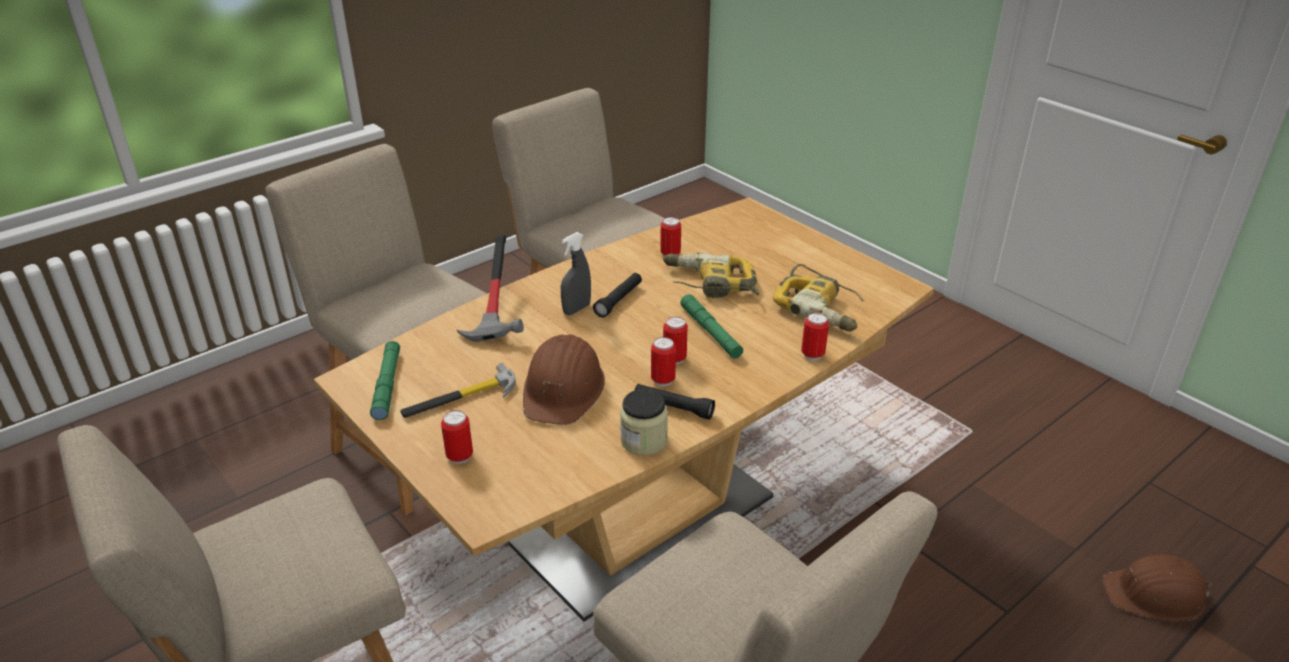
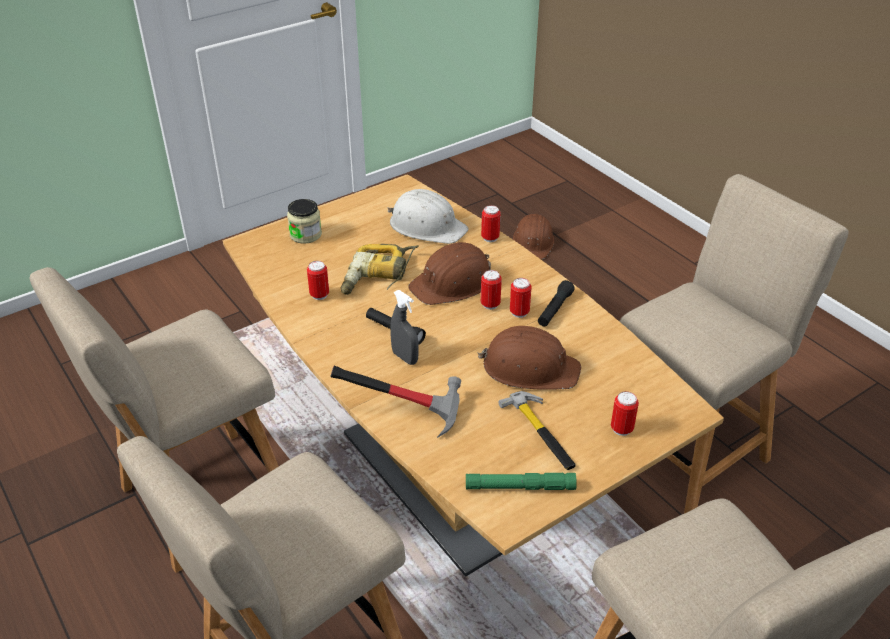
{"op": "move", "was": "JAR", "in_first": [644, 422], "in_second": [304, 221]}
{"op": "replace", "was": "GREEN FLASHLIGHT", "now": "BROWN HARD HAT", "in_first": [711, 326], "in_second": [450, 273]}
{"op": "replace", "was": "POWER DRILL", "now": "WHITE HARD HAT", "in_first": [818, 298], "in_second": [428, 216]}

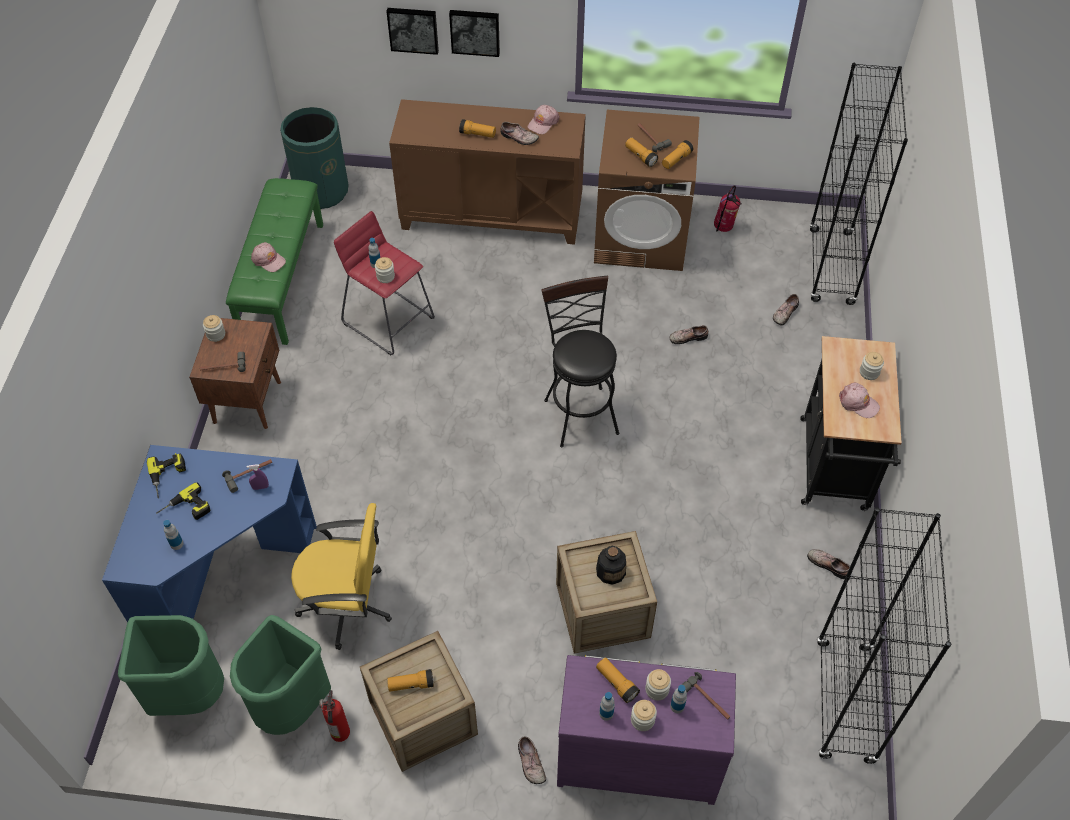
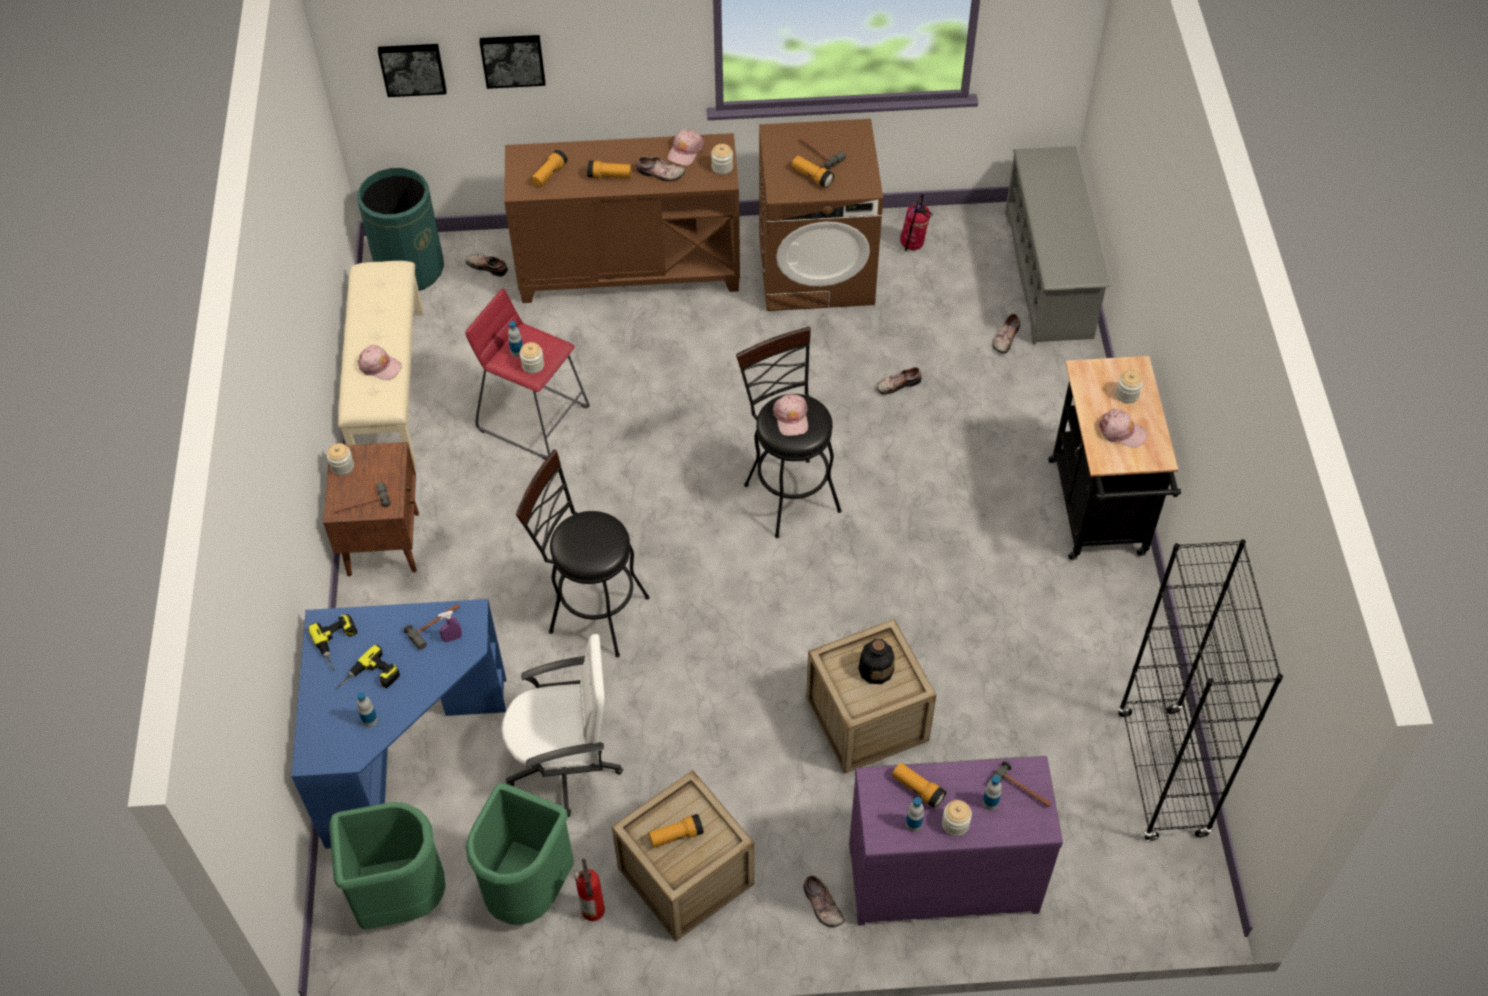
{"op": "insert", "now": "BLACK STOOL", "in_second": [583, 553]}
{"op": "insert", "now": "PINK CAP", "in_second": [790, 415]}
{"op": "move", "was": "PICTURE", "in_first": [474, 33], "in_second": [412, 70]}
{"op": "move", "was": "JAR", "in_first": [658, 685], "in_second": [722, 159]}
{"op": "move", "was": "FLASHLIGHT", "in_first": [678, 154], "in_second": [549, 168]}
{"op": "move", "was": "SHOE", "in_first": [828, 564], "in_second": [486, 265]}
{"op": "replace", "was": "BLACK BOOKCASE", "now": "GREY SHOE RACK", "in_first": [858, 184], "in_second": [1057, 245]}
{"op": "recolor", "was": "GREEN BENCH", "now": "BEIGE BENCH", "in_first": [274, 261], "in_second": [380, 364]}
{"op": "recolor", "was": "YELLOW OFFICE CHAIR", "now": "WHITE OFFICE CHAIR", "in_first": [341, 576], "in_second": [562, 725]}

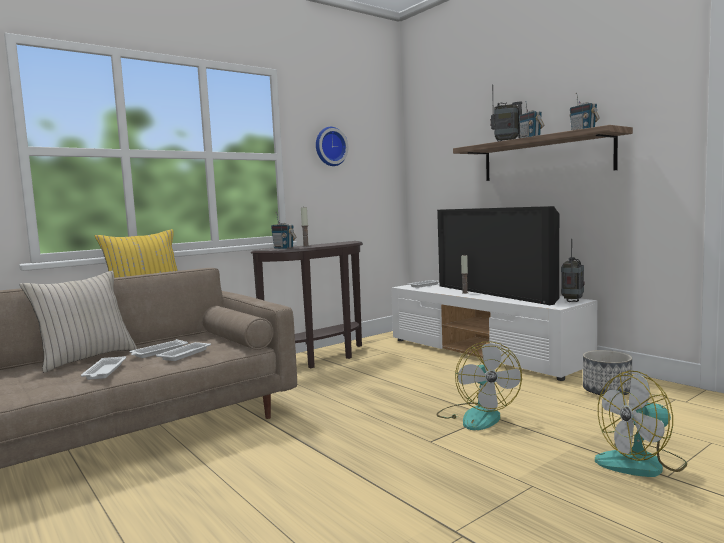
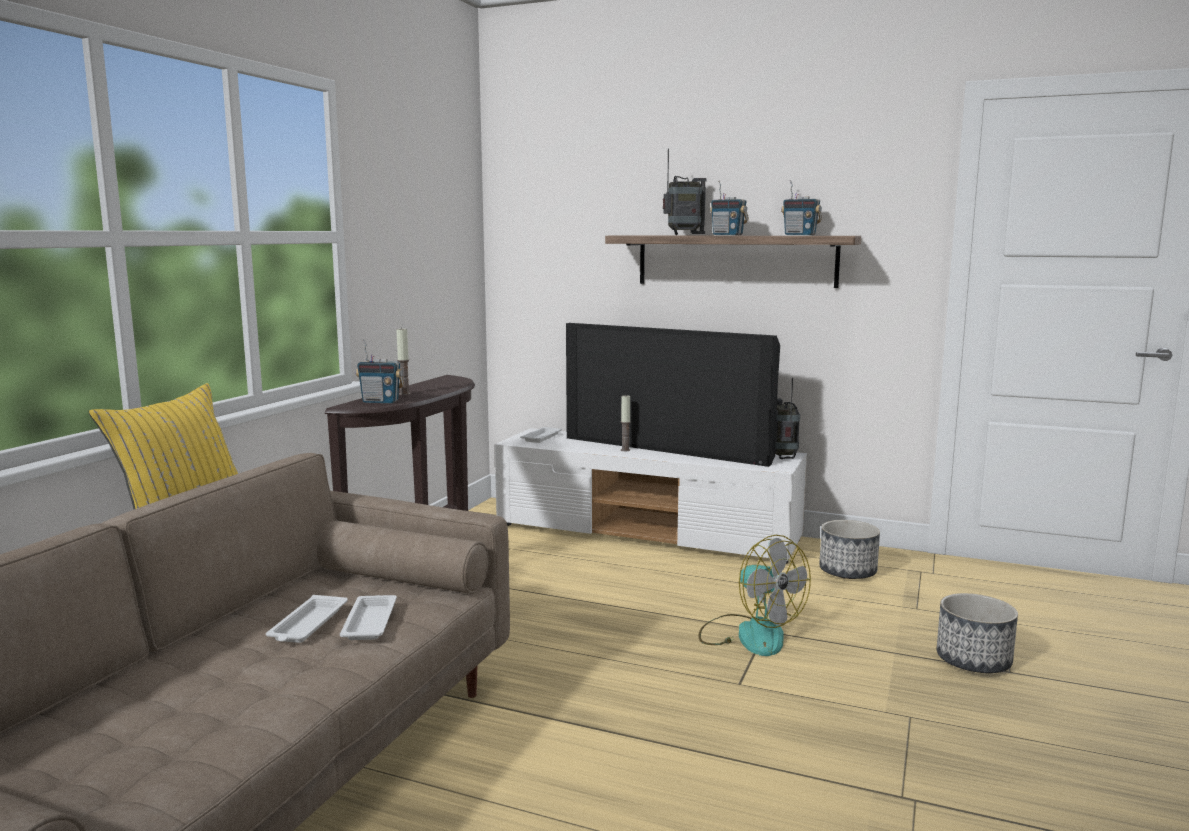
{"op": "delete", "was": "BEIGE PILLOW", "in_first": [78, 322]}
{"op": "delete", "was": "WHITE TRAY", "in_first": [103, 368]}
{"op": "delete", "was": "WALL CLOCK", "in_first": [332, 146]}
{"op": "replace", "was": "FAN", "now": "PLANTER", "in_first": [641, 424], "in_second": [977, 633]}

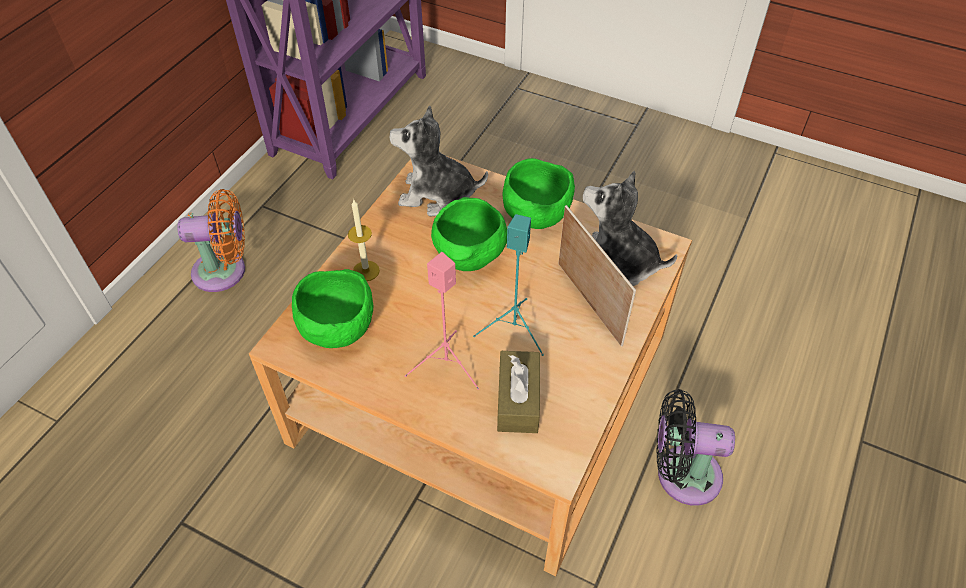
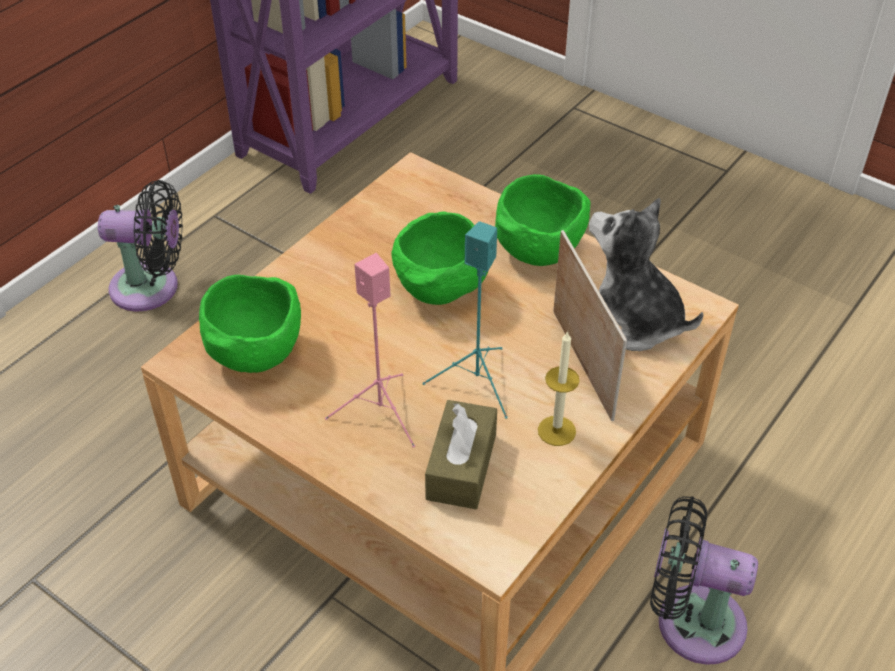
{"op": "delete", "was": "PLUSH TOY", "in_first": [439, 161]}
{"op": "move", "was": "CANDLE", "in_first": [364, 240], "in_second": [559, 388]}
{"op": "recolor", "was": "ORANGE FAN", "now": "BLACK FAN", "in_first": [211, 240], "in_second": [140, 246]}

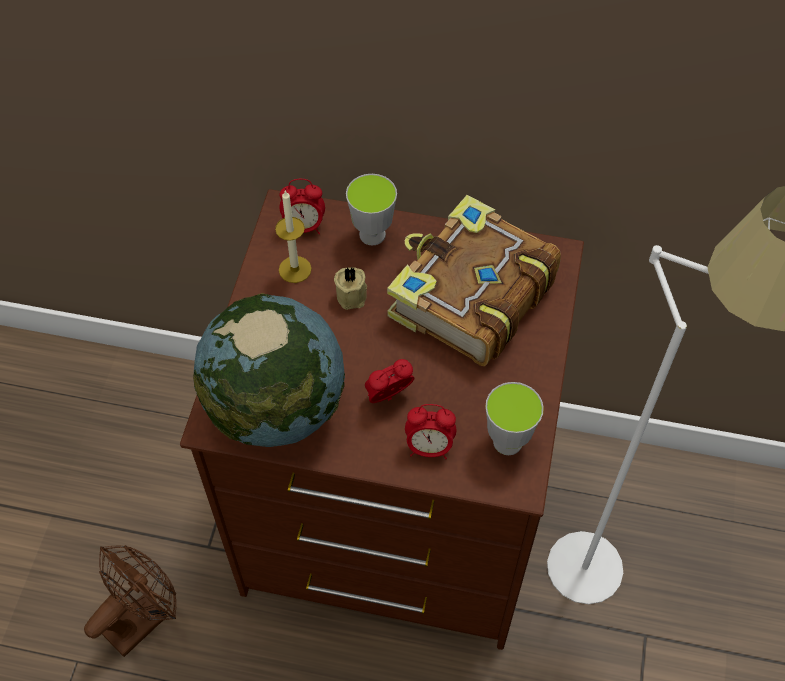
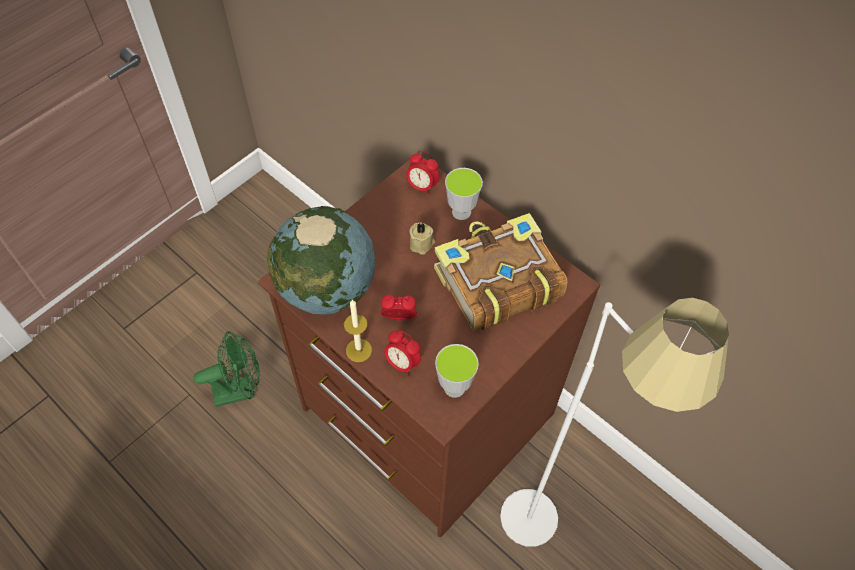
{"op": "move", "was": "CANDLE", "in_first": [293, 237], "in_second": [358, 330]}
{"op": "recolor", "was": "BROWN FAN", "now": "GREEN FAN", "in_first": [130, 601], "in_second": [226, 369]}

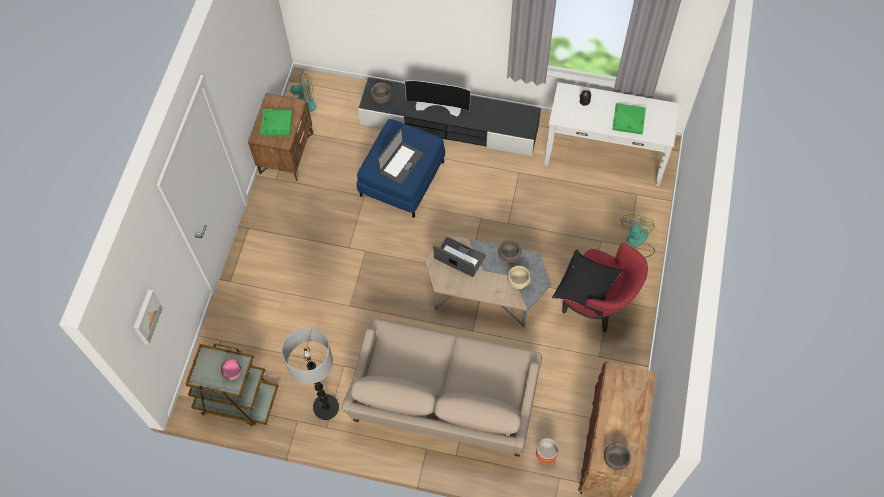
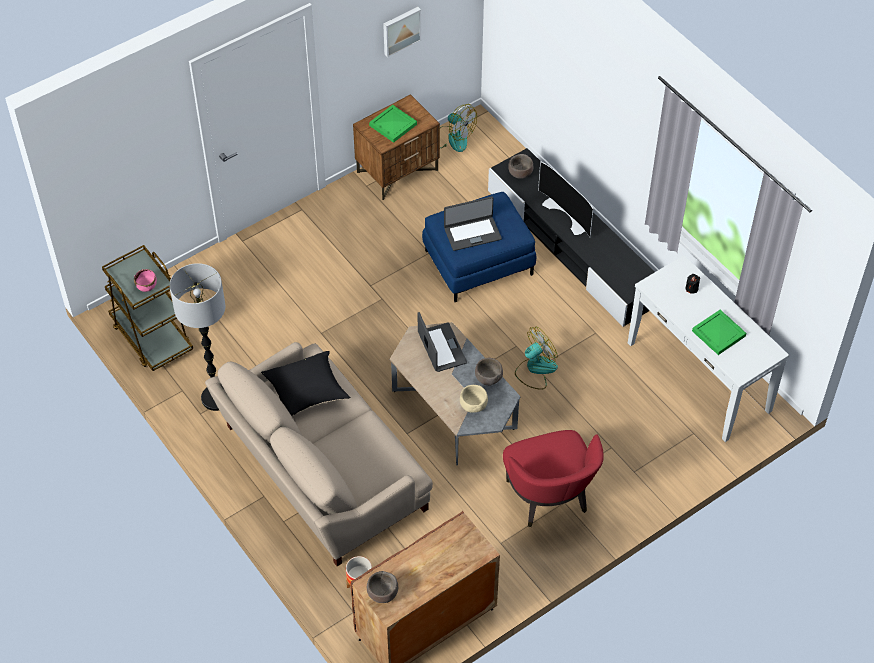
{"op": "move", "was": "PICTURE", "in_first": [148, 317], "in_second": [402, 32]}
{"op": "move", "was": "BLACK PILLOW", "in_first": [587, 283], "in_second": [305, 383]}
{"op": "move", "was": "FAN", "in_first": [637, 236], "in_second": [536, 358]}

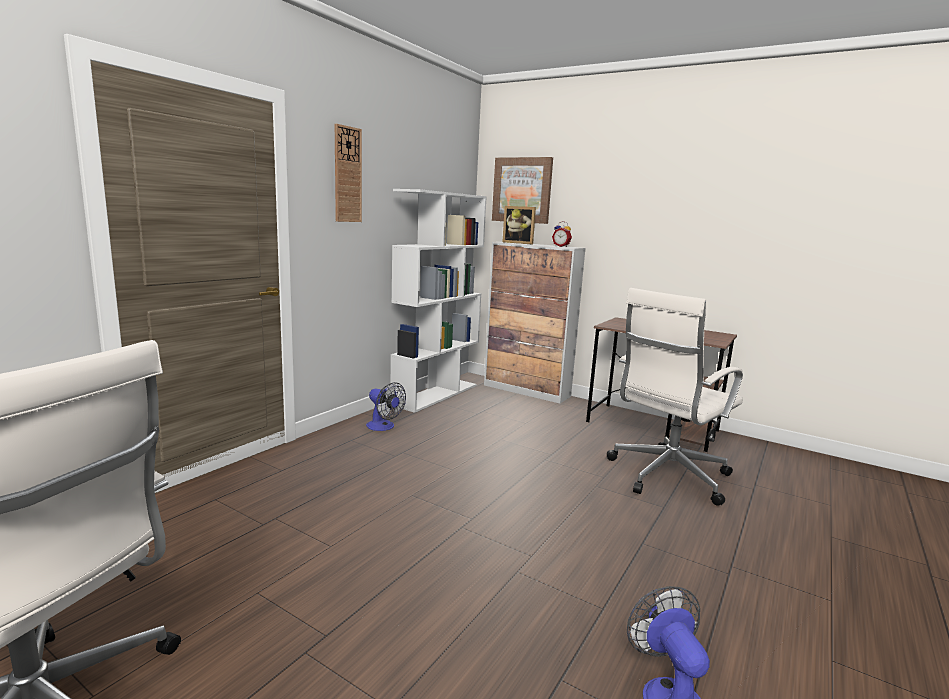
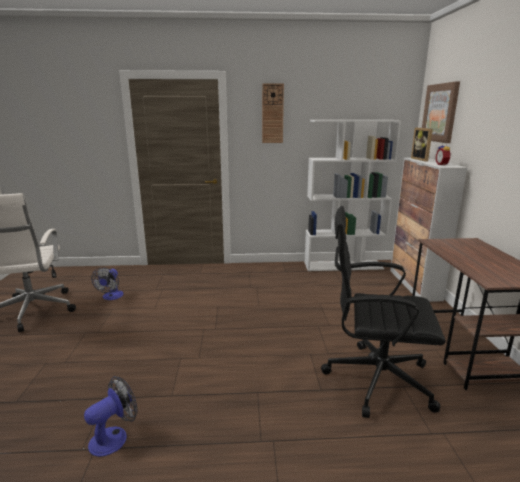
{"op": "move", "was": "FAN", "in_first": [386, 406], "in_second": [107, 284]}
{"op": "recolor", "was": "WHITE OFFICE CHAIR", "now": "BLACK OFFICE CHAIR", "in_first": [675, 397], "in_second": [383, 312]}

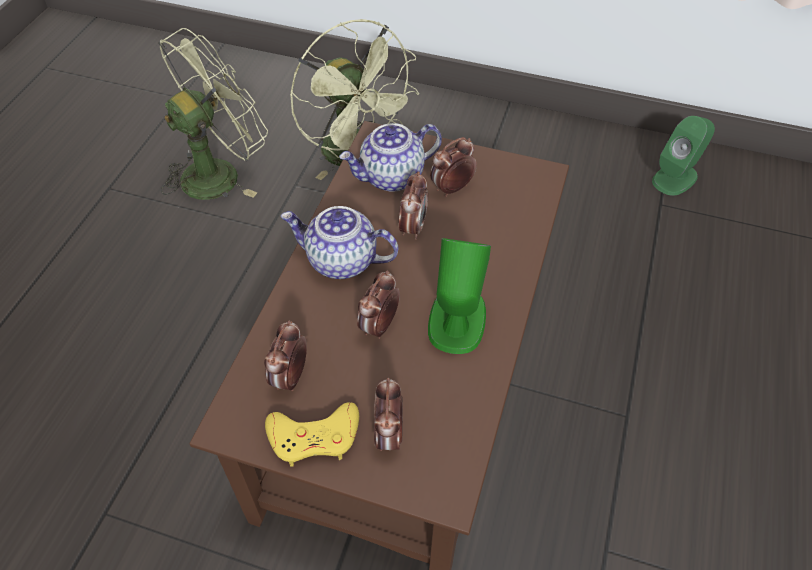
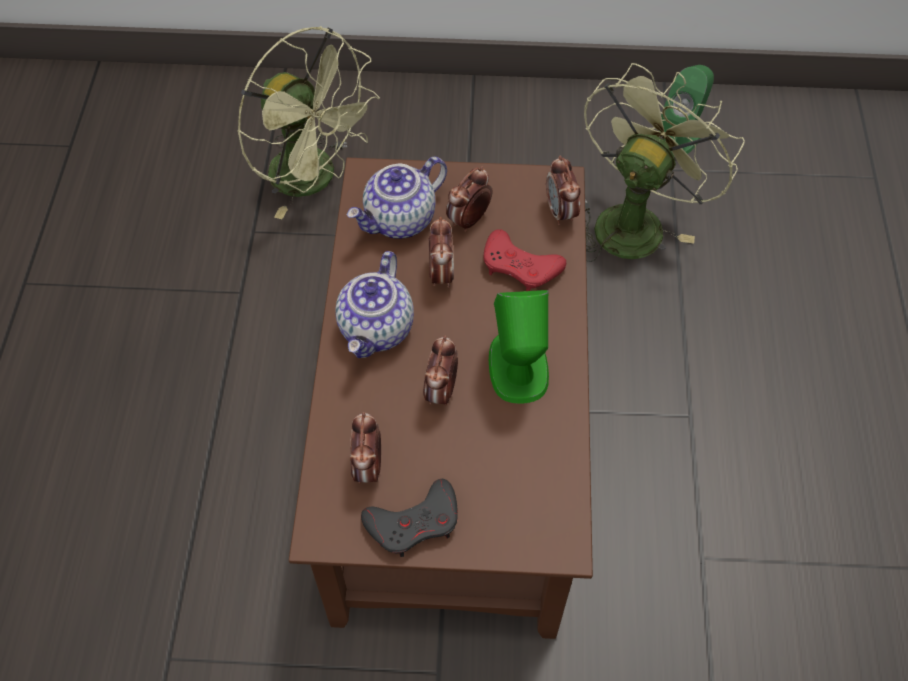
{"op": "insert", "now": "RED GAME CONTROLLER", "in_second": [525, 260]}
{"op": "move", "was": "GREEN FAN", "in_first": [213, 114], "in_second": [664, 162]}
{"op": "move", "was": "ALARM CLOCK", "in_first": [388, 414], "in_second": [563, 190]}
{"op": "recolor", "was": "YELLOW GAME CONTROLLER", "now": "GREY GAME CONTROLLER", "in_first": [312, 434], "in_second": [409, 518]}
{"op": "rotate", "was": "TEAPOT", "in_first": [339, 242], "in_second": [374, 304], "clockwise": -75}

